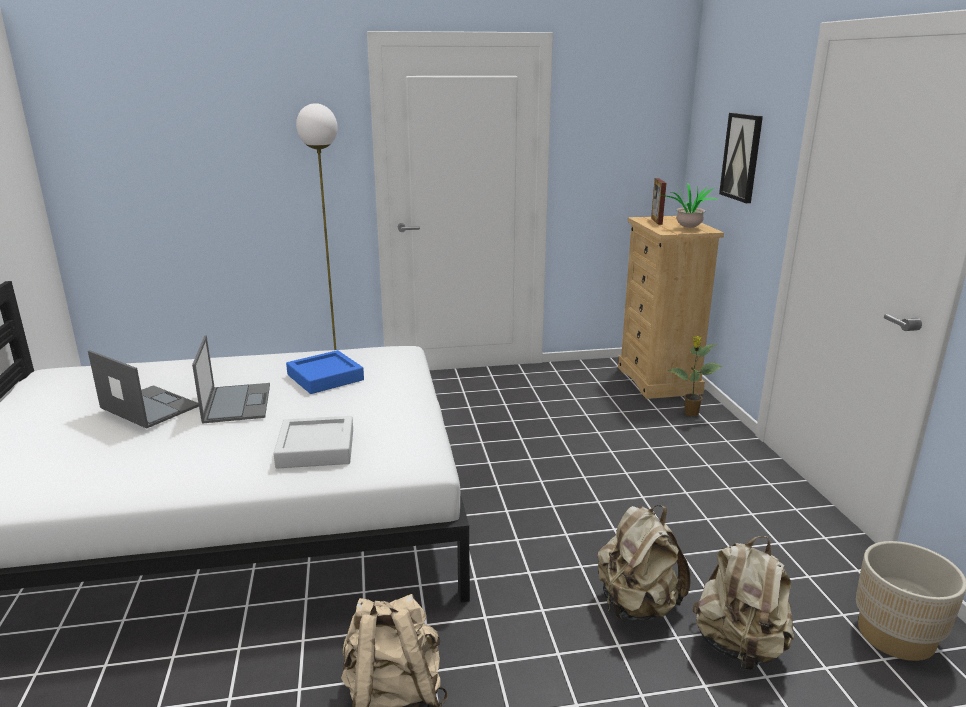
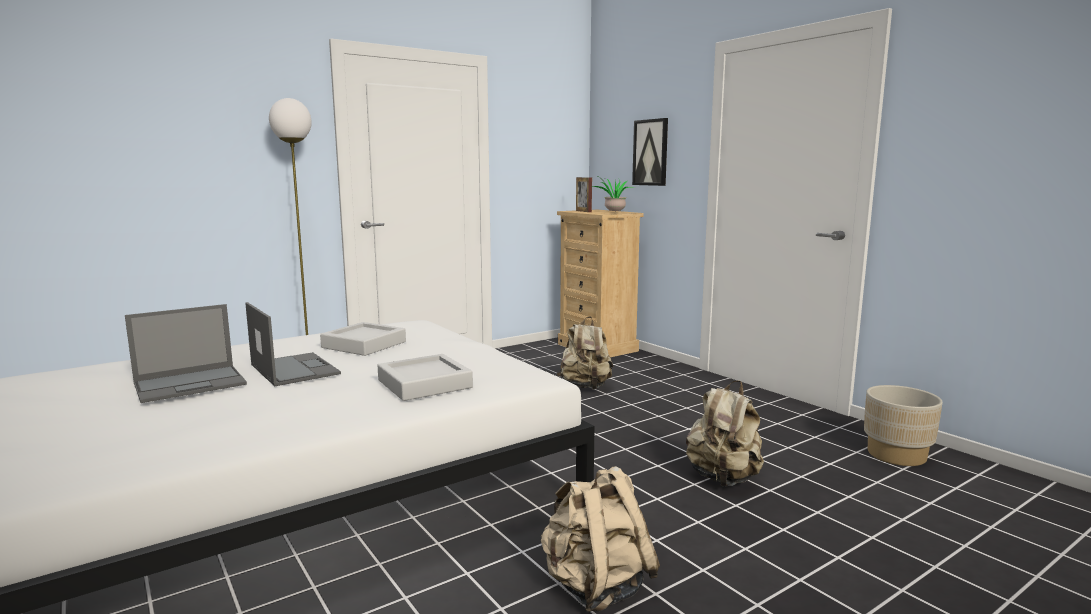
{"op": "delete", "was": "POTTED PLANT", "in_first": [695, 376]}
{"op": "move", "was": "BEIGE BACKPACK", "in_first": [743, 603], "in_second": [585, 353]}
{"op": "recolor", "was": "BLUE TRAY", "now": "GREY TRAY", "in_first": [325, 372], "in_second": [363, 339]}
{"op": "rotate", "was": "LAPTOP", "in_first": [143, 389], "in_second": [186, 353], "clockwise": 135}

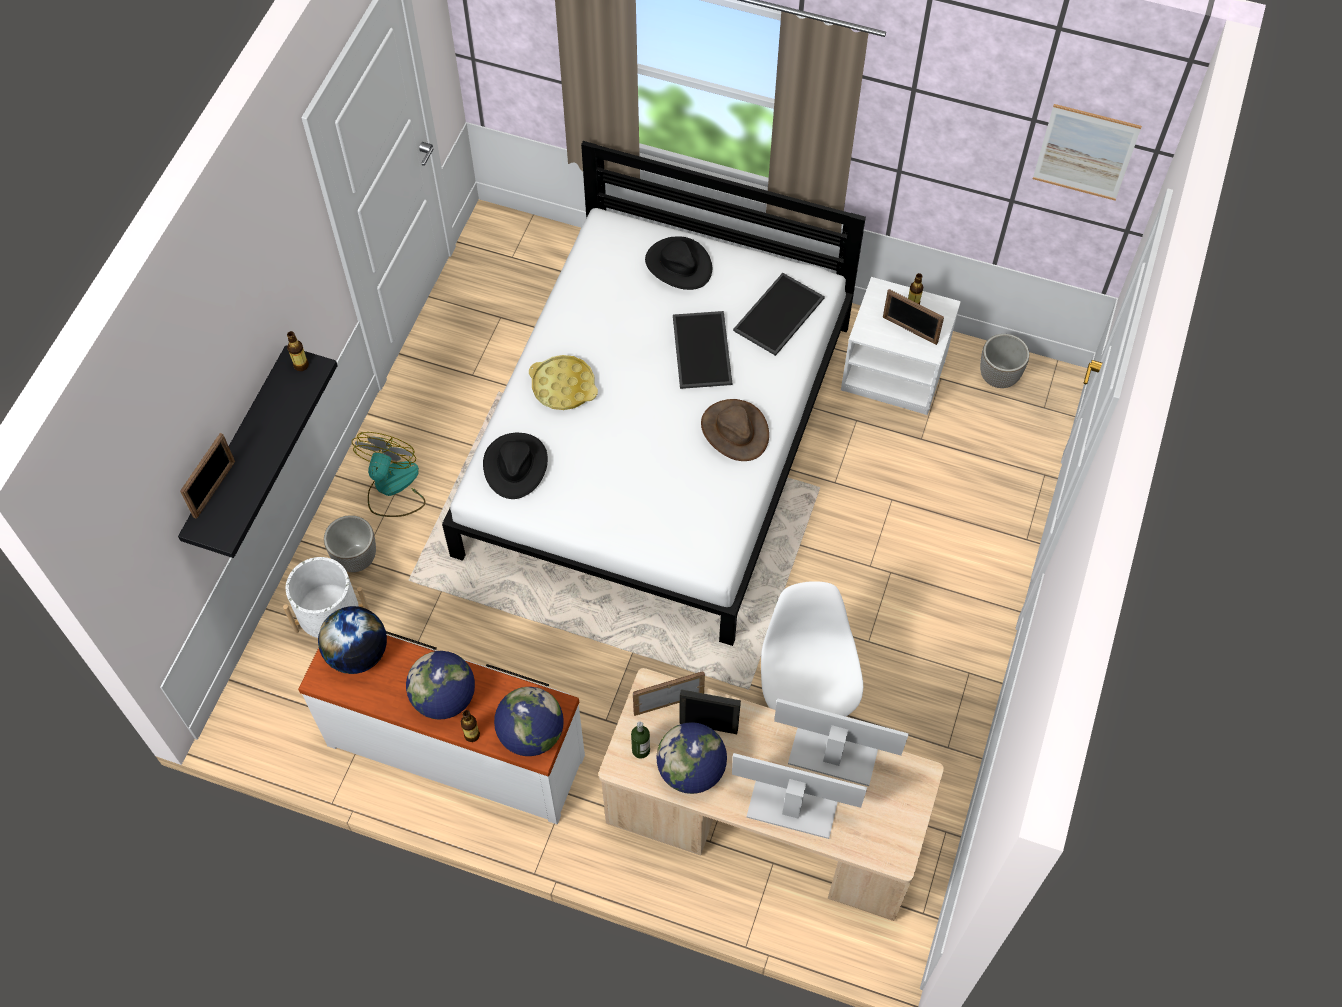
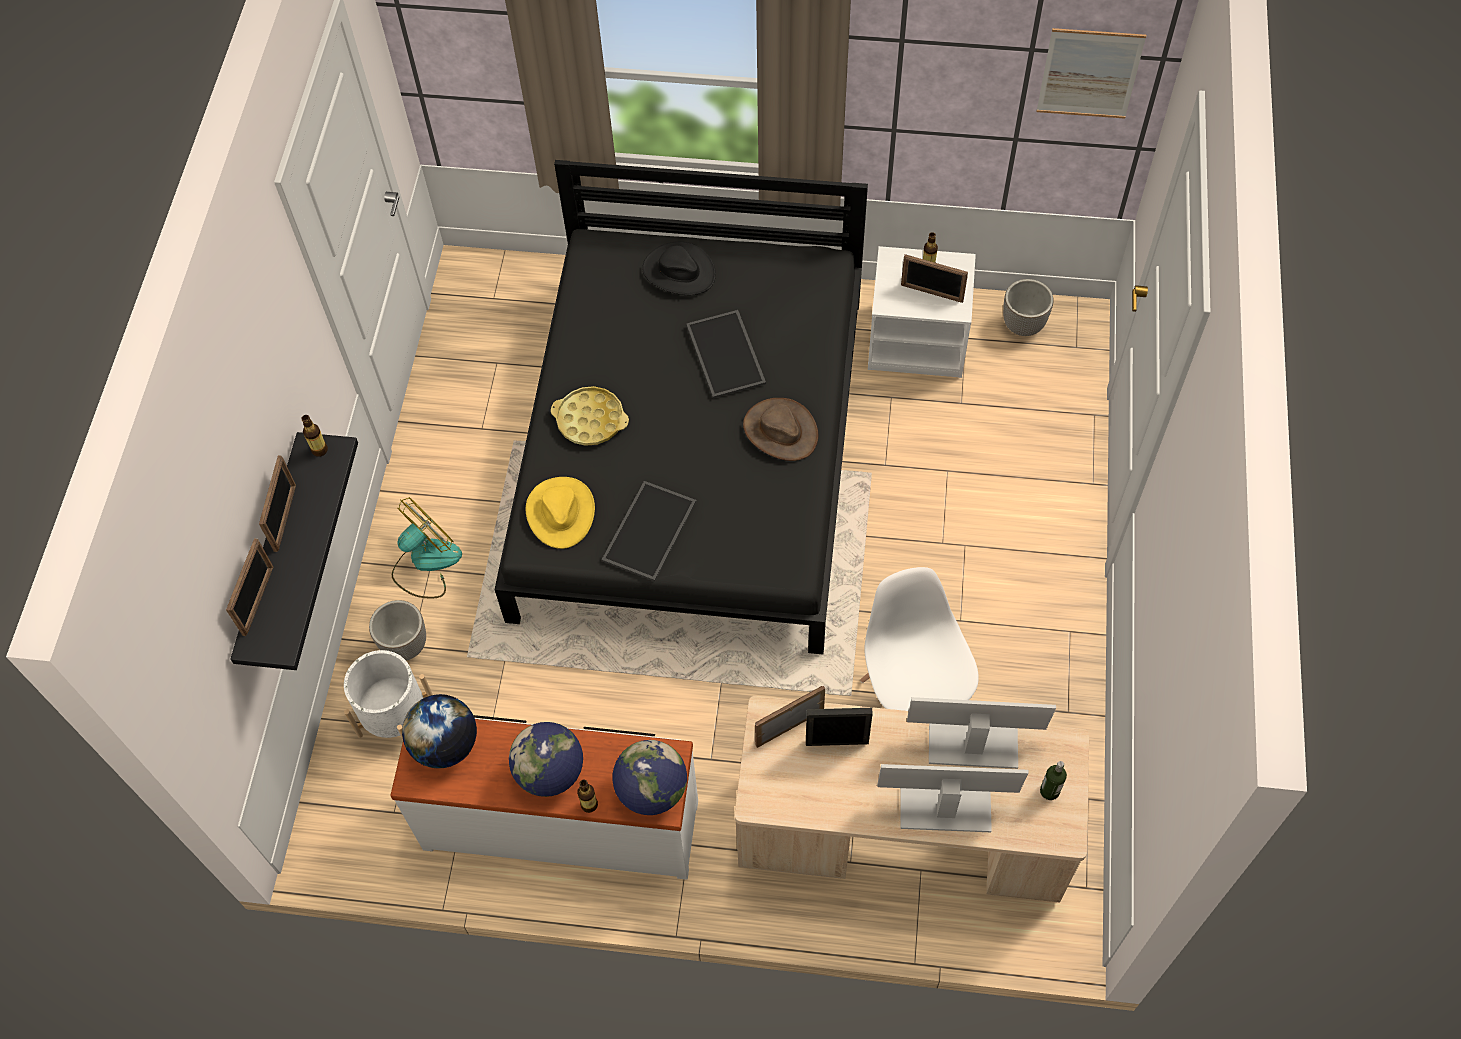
{"op": "delete", "was": "GLOBE", "in_first": [691, 758]}
{"op": "insert", "now": "PICTURE FRAME", "in_second": [277, 503]}
{"op": "move", "was": "BOTTLE", "in_first": [640, 740], "in_second": [1053, 780]}
{"op": "move", "was": "TRAY", "in_first": [779, 314], "in_second": [649, 531]}
{"op": "recolor", "was": "WHITE BED", "now": "BLACK BED", "in_first": [654, 393], "in_second": [681, 407]}
{"op": "recolor", "was": "BLACK HAT", "now": "YELLOW HAT", "in_first": [515, 466], "in_second": [560, 513]}
{"op": "rotate", "was": "FAN", "in_first": [389, 474], "in_second": [427, 548], "clockwise": 45}

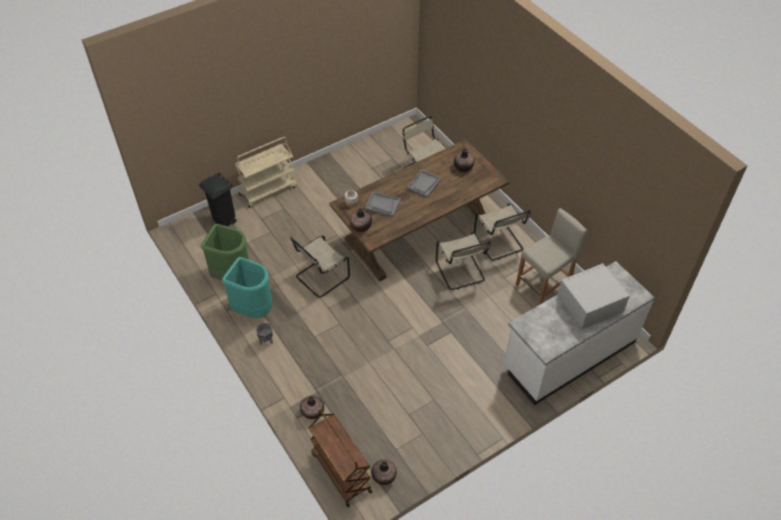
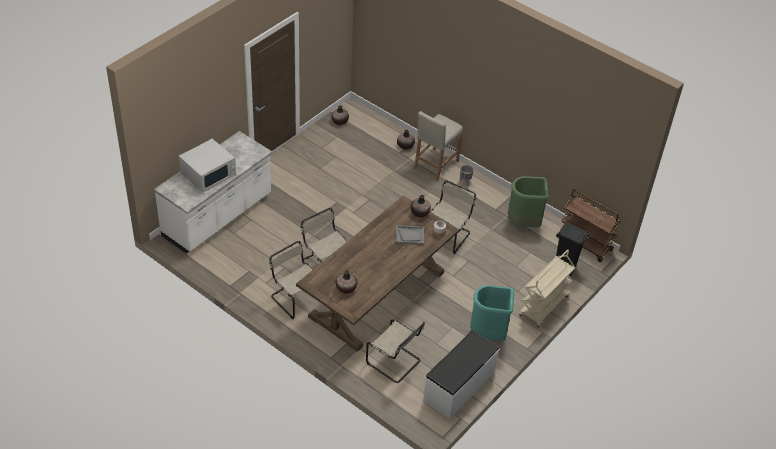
{"op": "delete", "was": "GREY TRAY", "in_first": [424, 184]}
{"op": "insert", "now": "WHITE BENCH", "in_second": [461, 374]}
{"op": "move", "was": "TURQUOISE TRASH CAN", "in_first": [247, 287], "in_second": [492, 313]}
{"op": "move", "was": "BROWN CART", "in_first": [340, 458], "in_second": [588, 225]}
{"op": "move", "was": "BEIGE STOOL", "in_first": [551, 256], "in_second": [438, 146]}

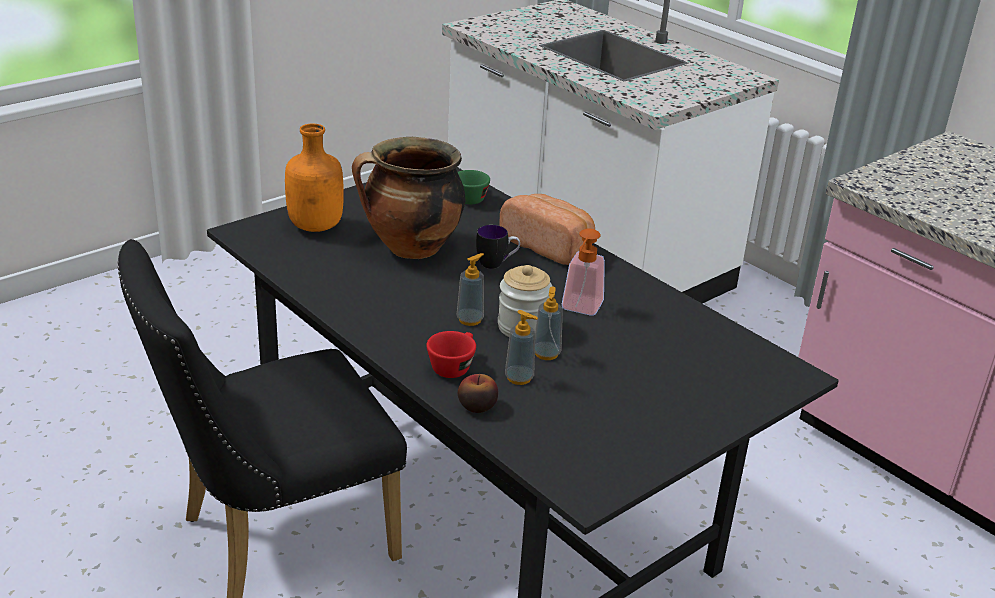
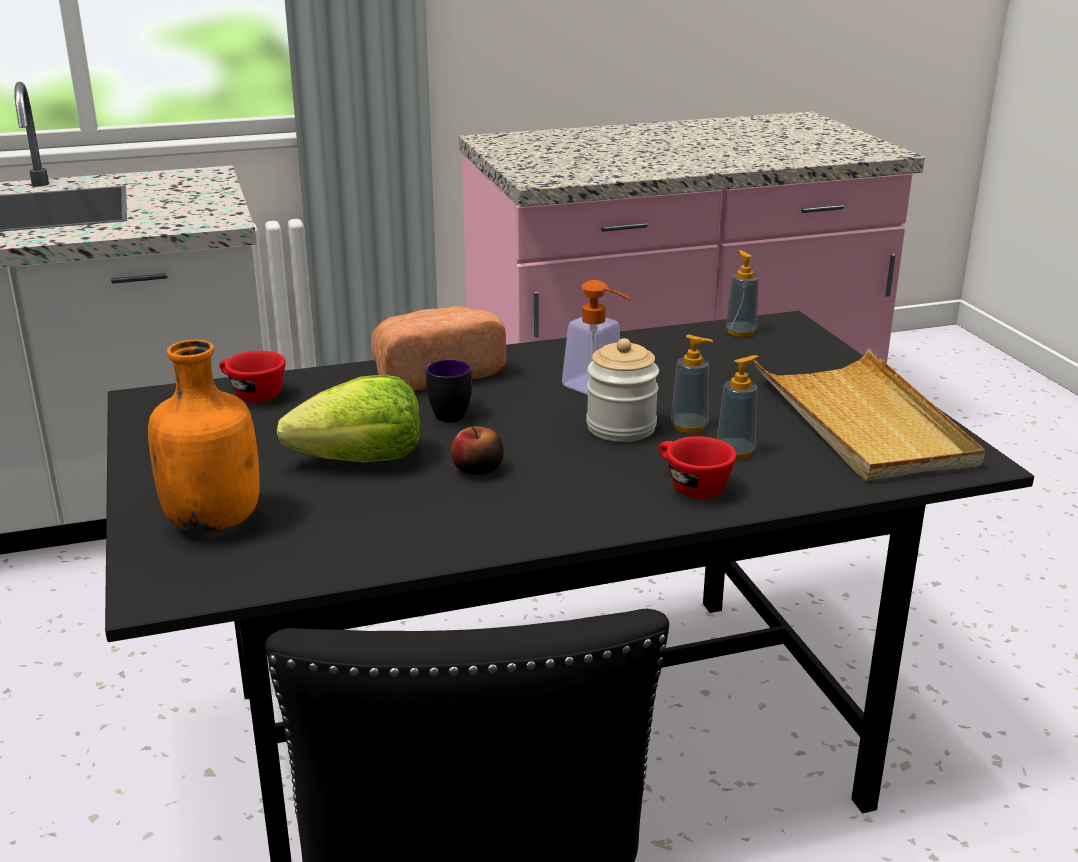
{"op": "insert", "now": "BEIGE TRAY", "in_second": [869, 415]}
{"op": "move", "was": "SOAP DISPENSER", "in_first": [470, 289], "in_second": [742, 293]}
{"op": "move", "was": "APPLE", "in_first": [478, 393], "in_second": [477, 450]}
{"op": "replace", "was": "COOKING POT", "now": "LETTUCE", "in_first": [408, 198], "in_second": [348, 418]}
{"op": "recolor", "was": "GREEN CUP", "now": "RED CUP", "in_first": [474, 187], "in_second": [252, 377]}

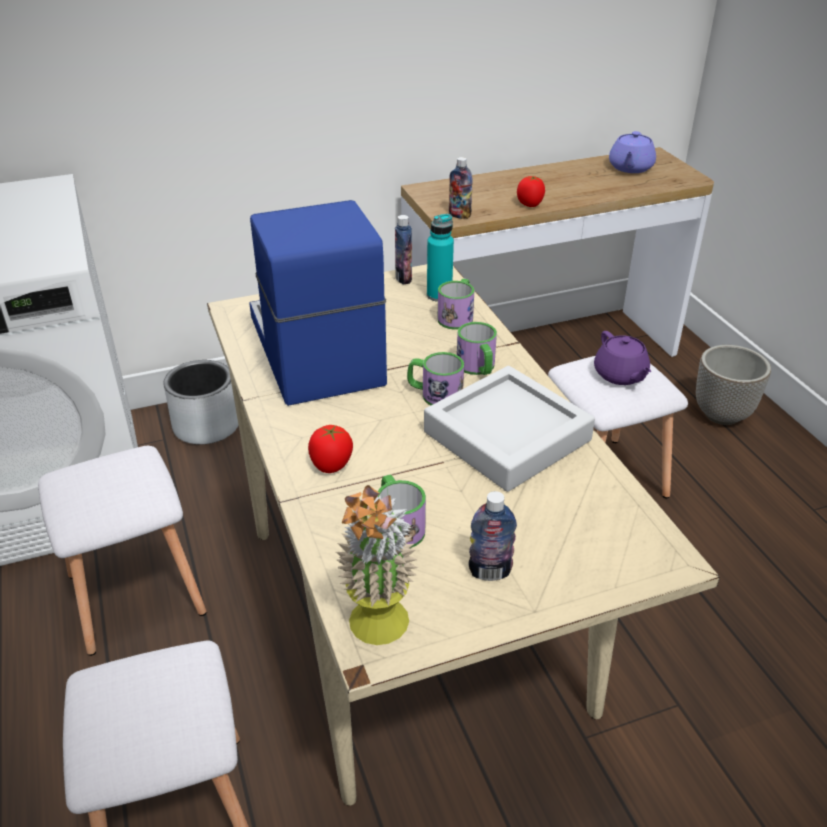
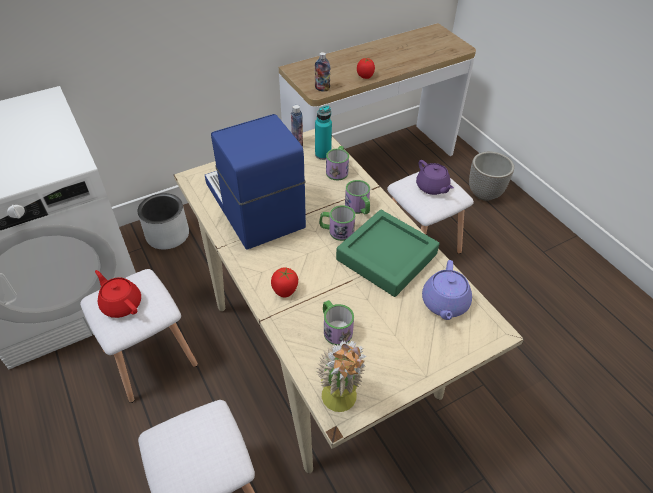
{"op": "delete", "was": "BOTTLE", "in_first": [493, 536]}
{"op": "insert", "now": "RED TEAPOT", "in_second": [118, 294]}
{"op": "move", "was": "PURPLE TEAPOT", "in_first": [632, 152], "in_second": [447, 290]}
{"op": "recolor", "was": "GREY TRAY", "now": "GREEN TRAY", "in_first": [509, 429], "in_second": [387, 253]}

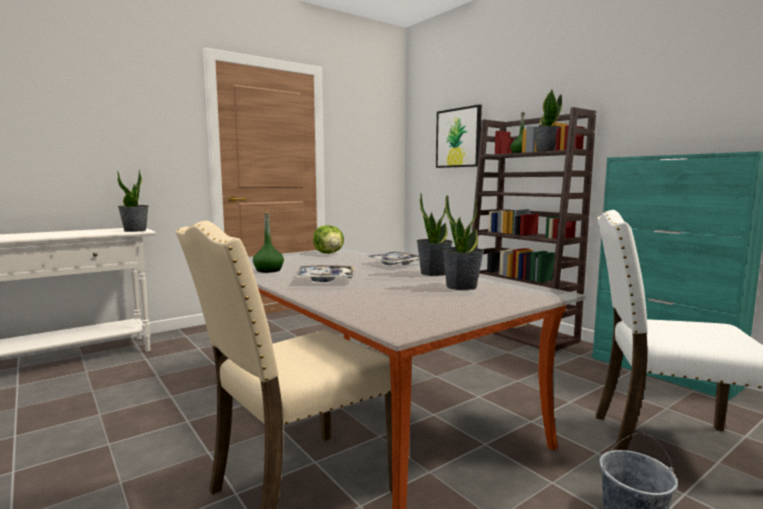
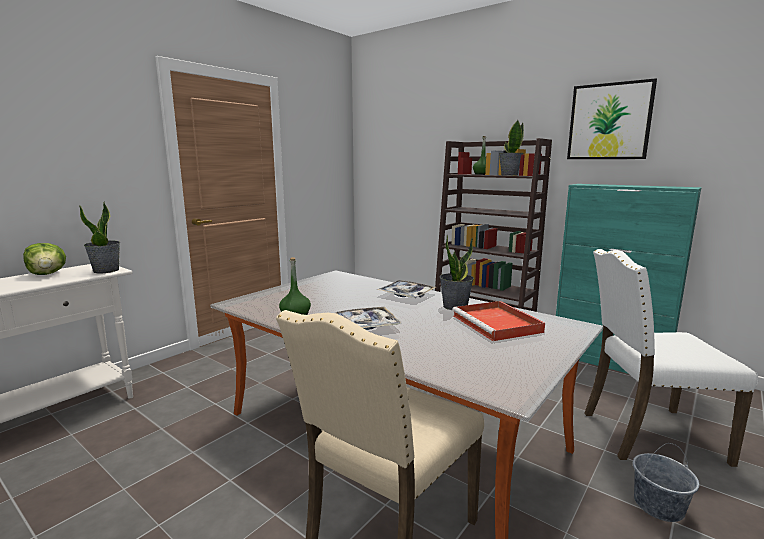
{"op": "move", "was": "LETTUCE", "in_first": [328, 239], "in_second": [44, 259]}
{"op": "move", "was": "PICTURE", "in_first": [459, 136], "in_second": [612, 118]}
{"op": "replace", "was": "POTTED PLANT", "now": "RED TRAY", "in_first": [463, 242], "in_second": [498, 321]}

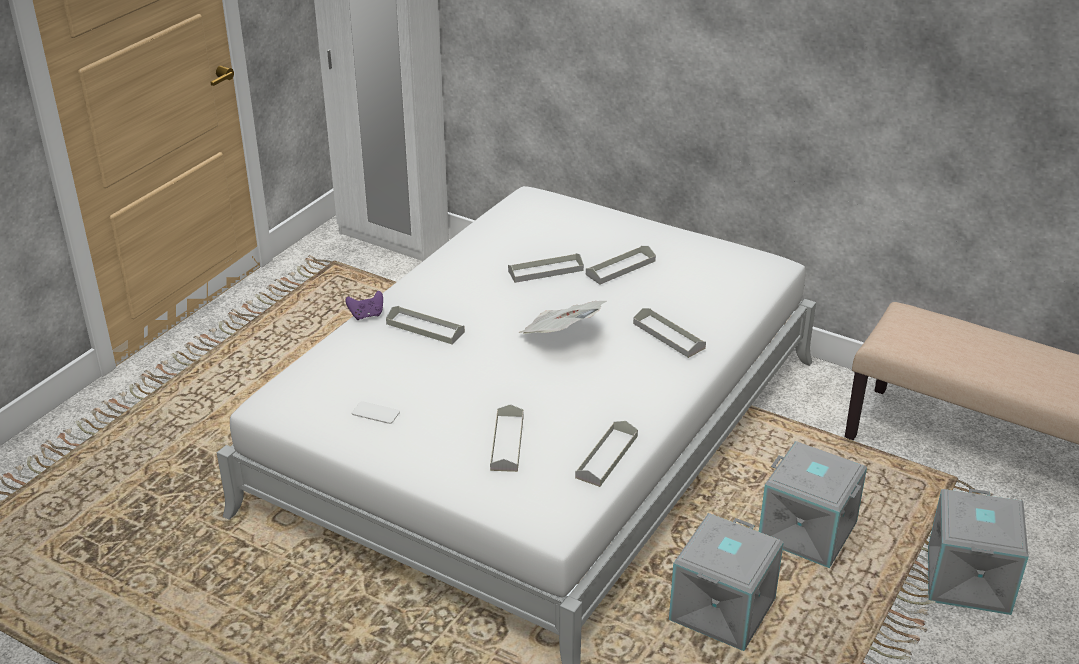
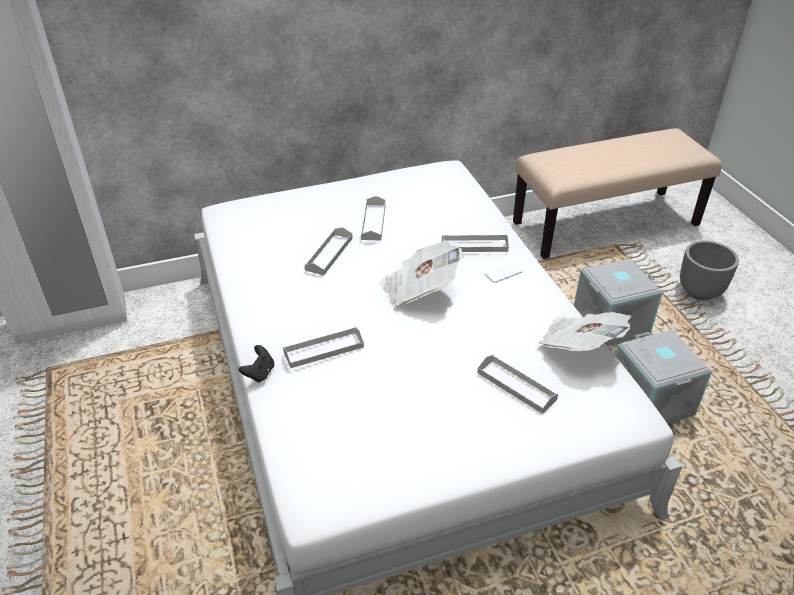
{"op": "move", "was": "PHONE", "in_first": [376, 412], "in_second": [504, 272]}
{"op": "replace", "was": "GREY TRAY", "now": "NEWSPAPER", "in_first": [606, 454], "in_second": [584, 331]}
{"op": "replace", "was": "GREY STORAGE BOX", "now": "GREY PLANTER", "in_first": [978, 552], "in_second": [709, 270]}
{"op": "recolor", "was": "PURPLE GAME CONTROLLER", "now": "BLACK GAME CONTROLLER", "in_first": [364, 305], "in_second": [257, 364]}

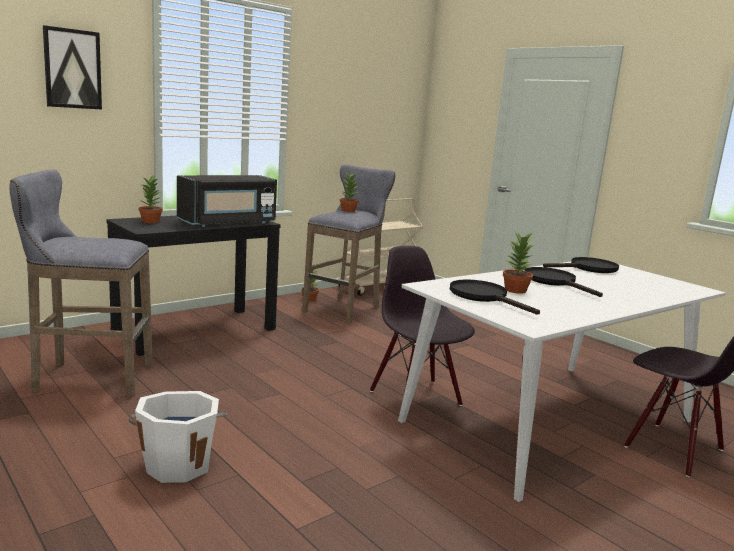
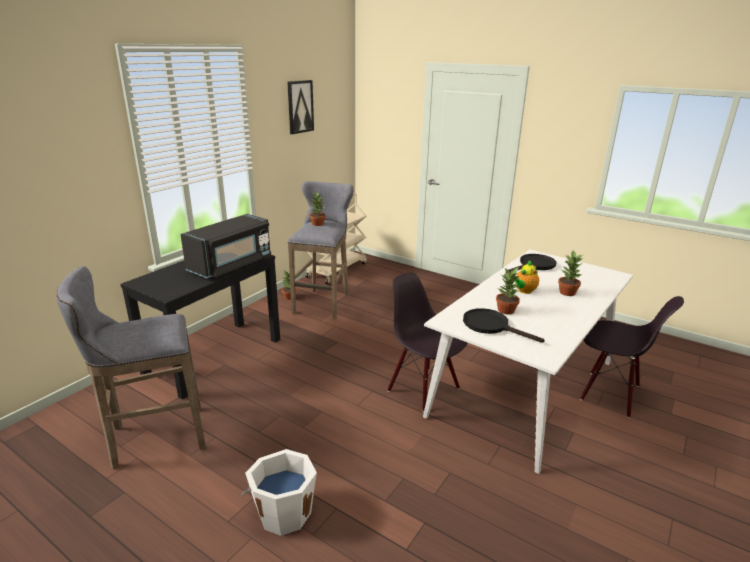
{"op": "move", "was": "PICTURE", "in_first": [72, 67], "in_second": [300, 107]}
{"op": "move", "was": "POTTED PLANT", "in_first": [151, 199], "in_second": [570, 273]}
{"op": "replace", "was": "BLACK FRYING PAN", "now": "TEAPOT", "in_first": [563, 282], "in_second": [527, 277]}

